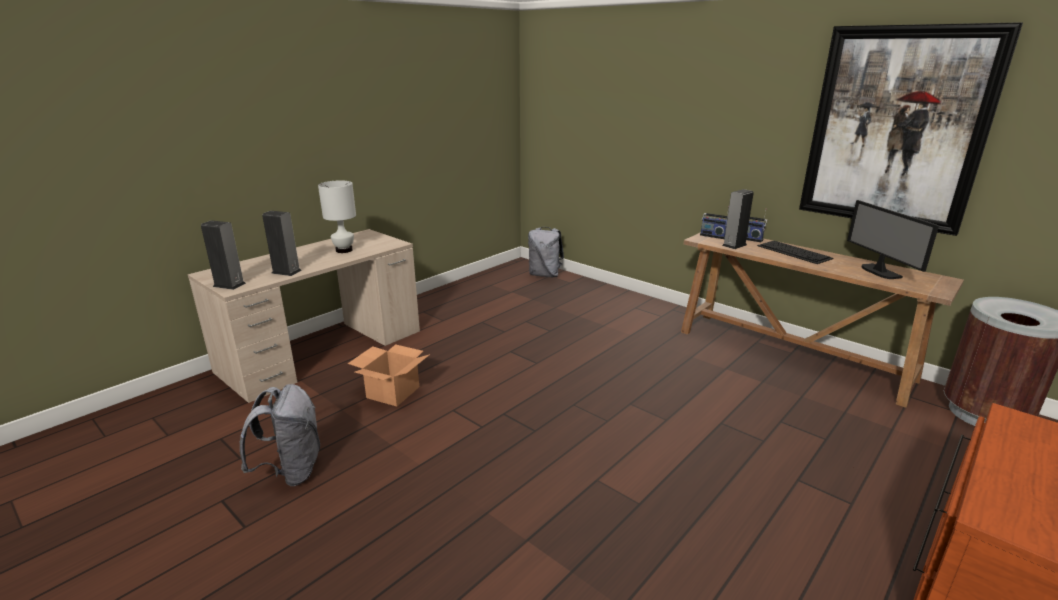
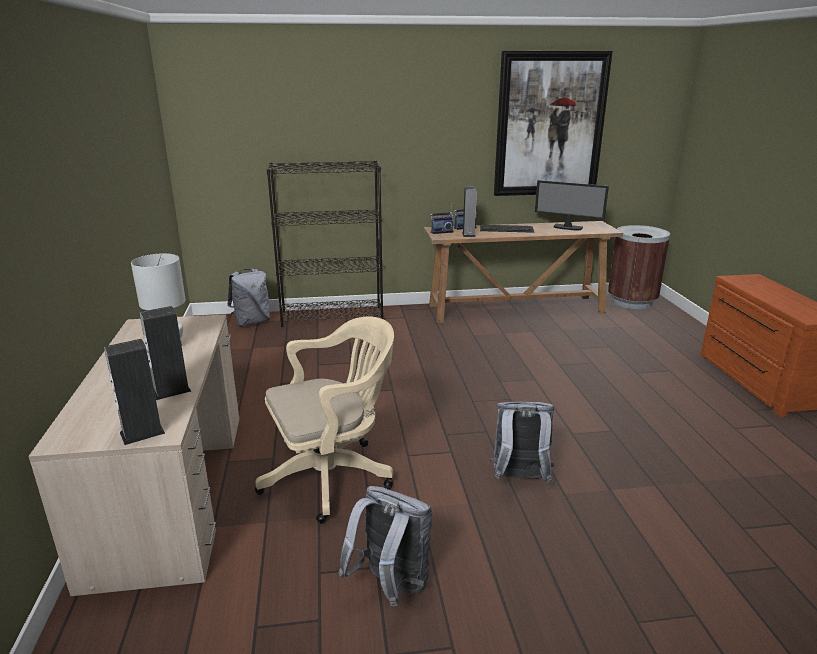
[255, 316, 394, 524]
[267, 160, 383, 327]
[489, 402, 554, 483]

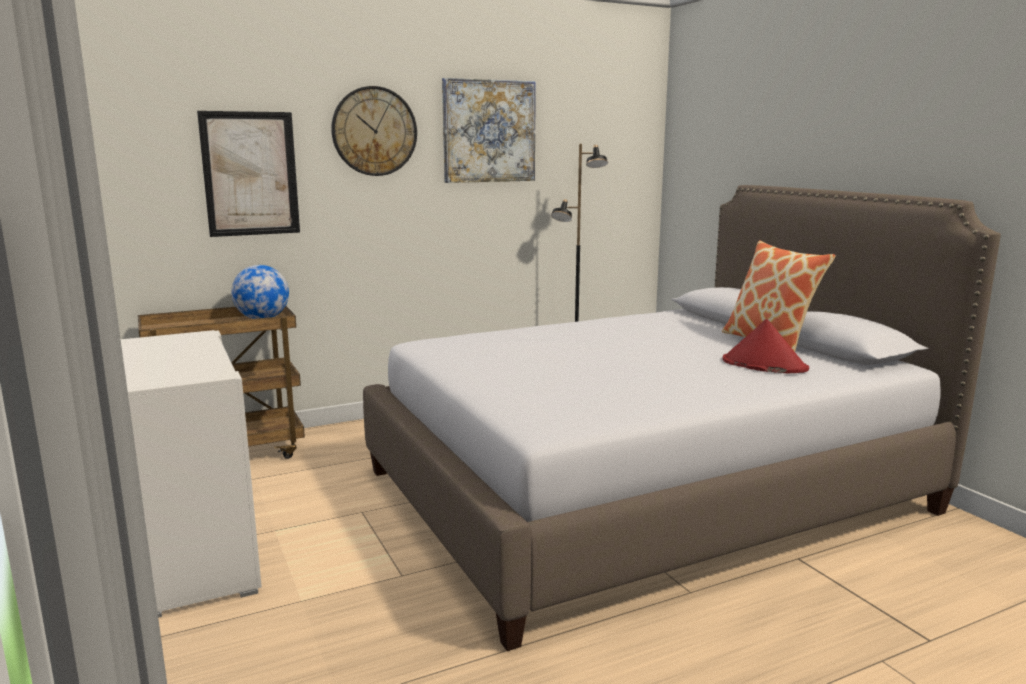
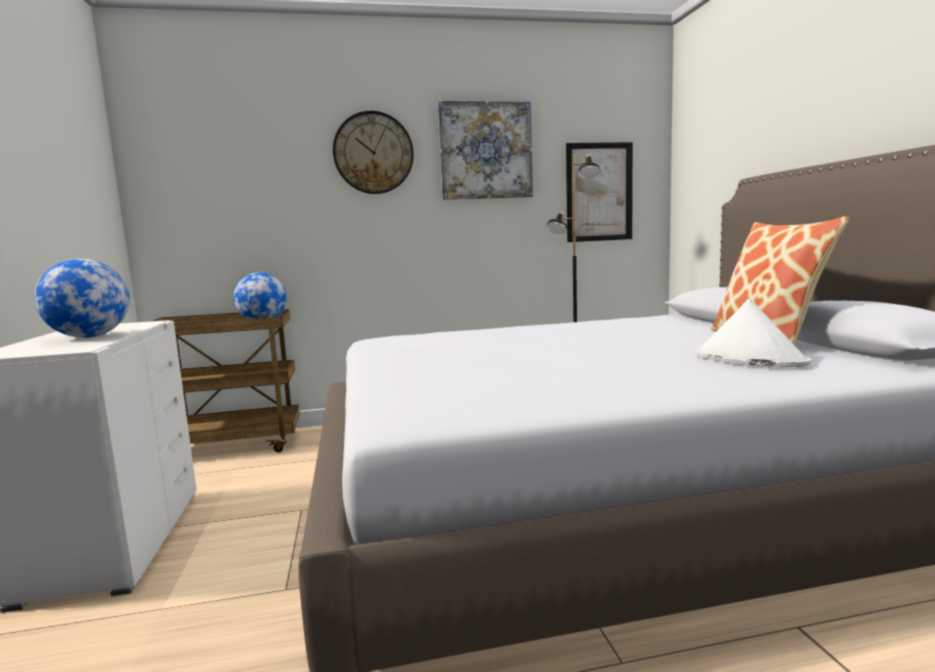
[566, 142, 633, 242]
[695, 299, 812, 367]
[34, 259, 130, 338]

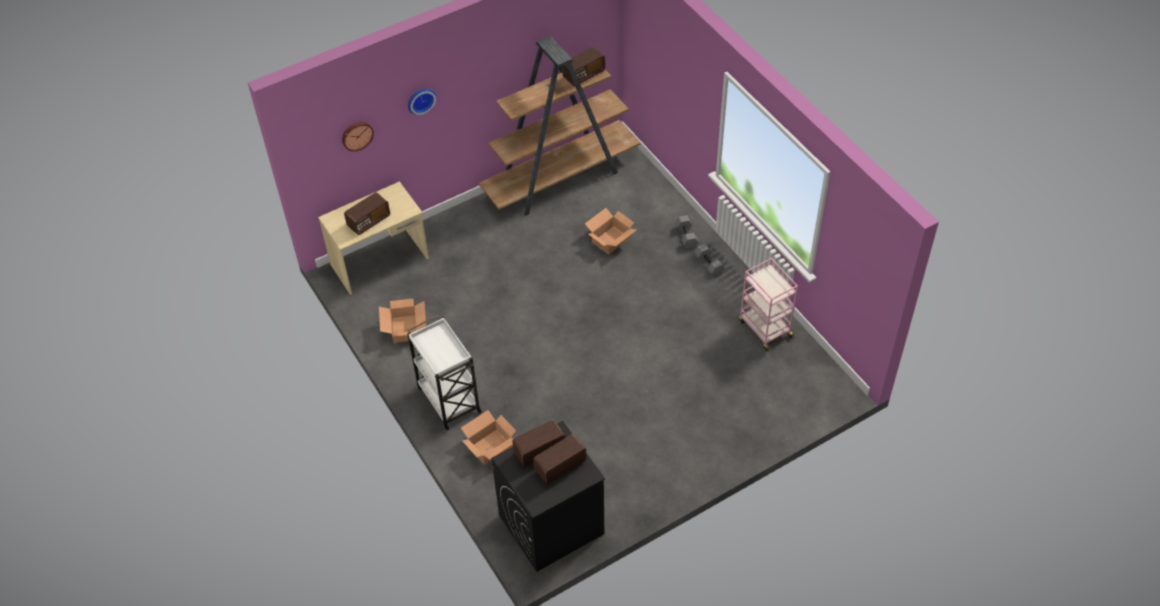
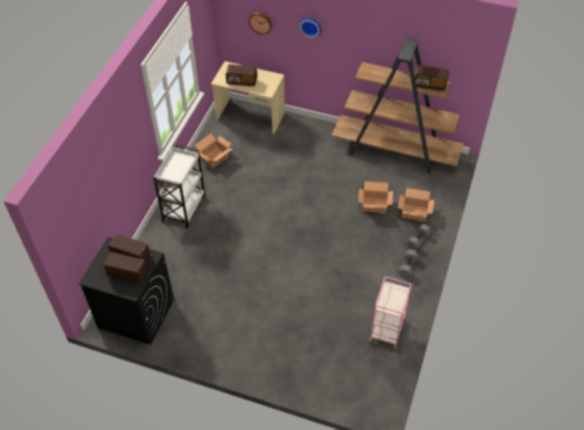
[398, 188, 434, 222]

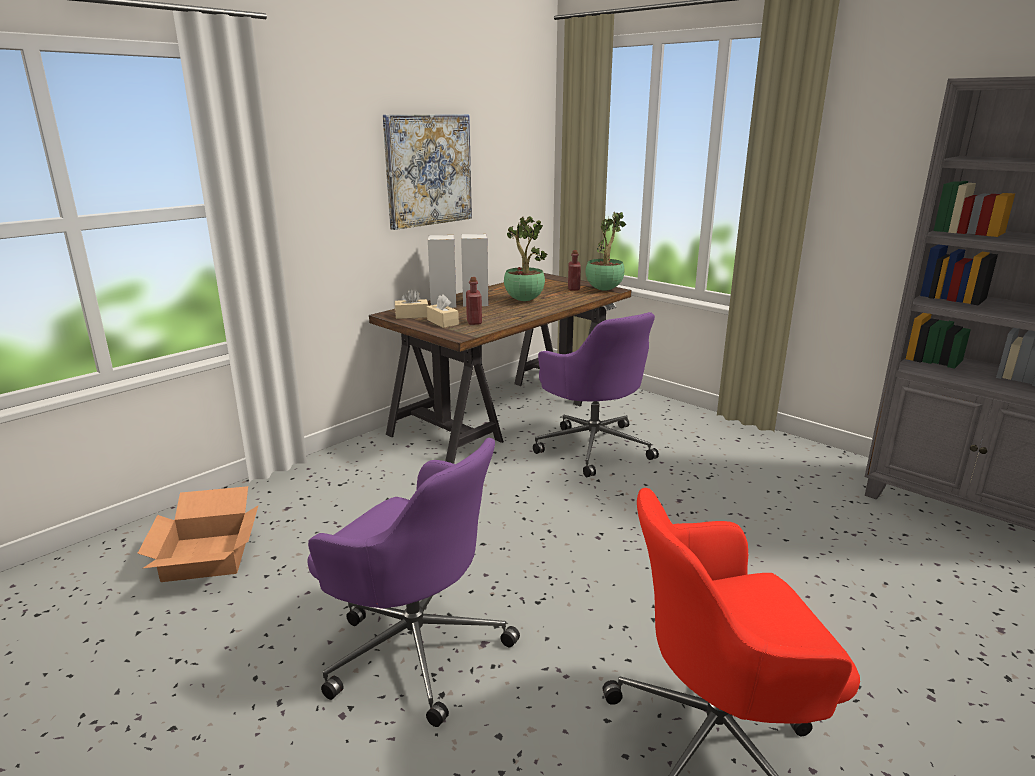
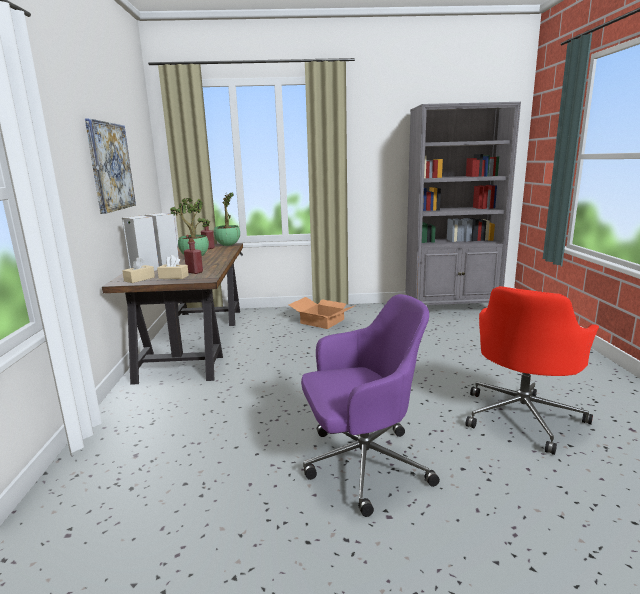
[289, 297, 356, 329]
[533, 312, 659, 477] (first image)

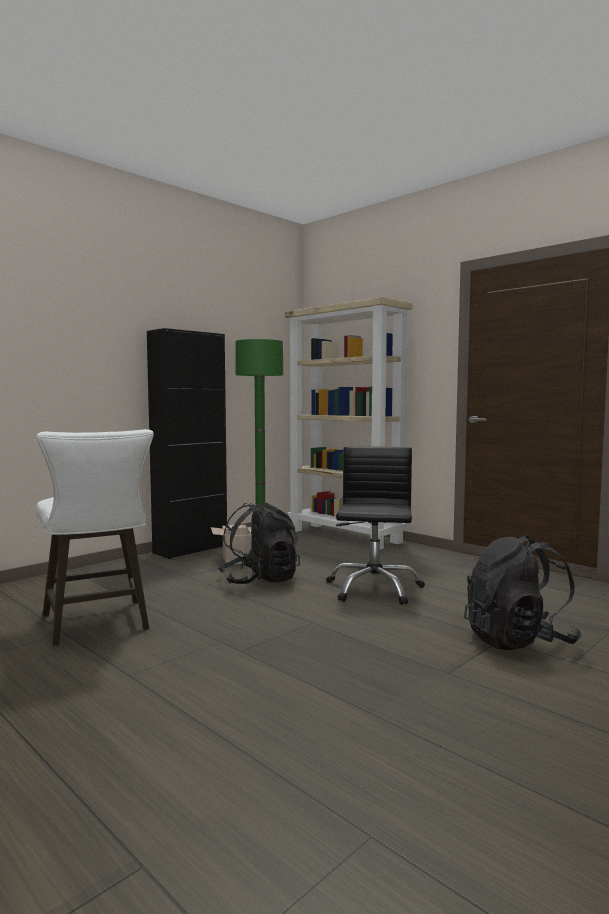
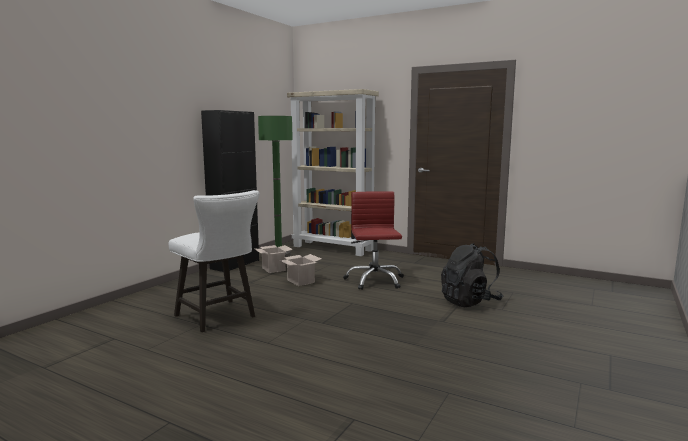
[279, 254, 321, 286]
[343, 191, 404, 290]

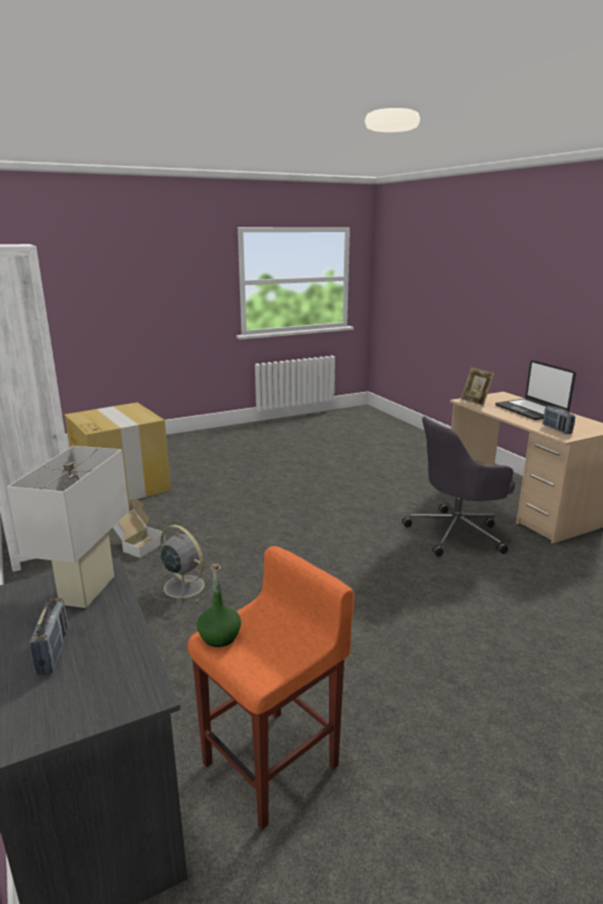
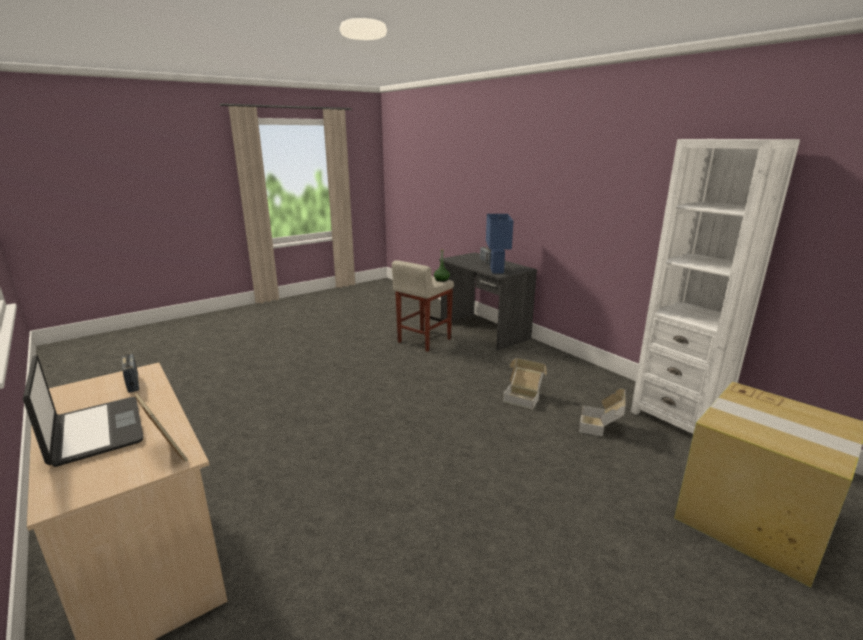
[486, 214, 513, 273]
[503, 358, 547, 410]
[392, 260, 454, 352]
[402, 416, 515, 557] (first image)

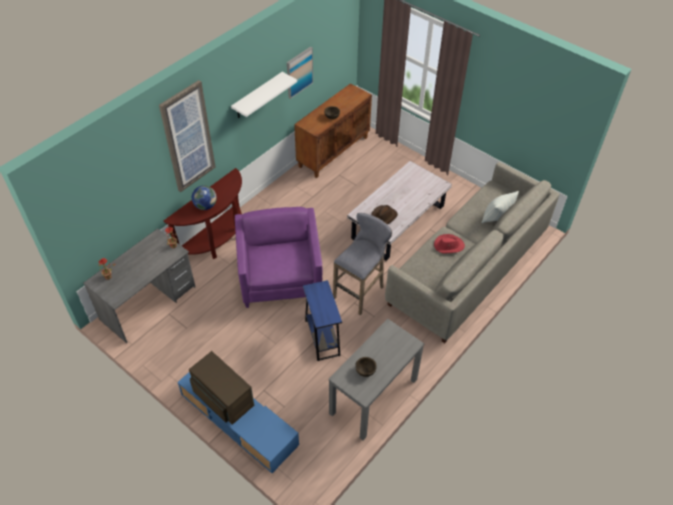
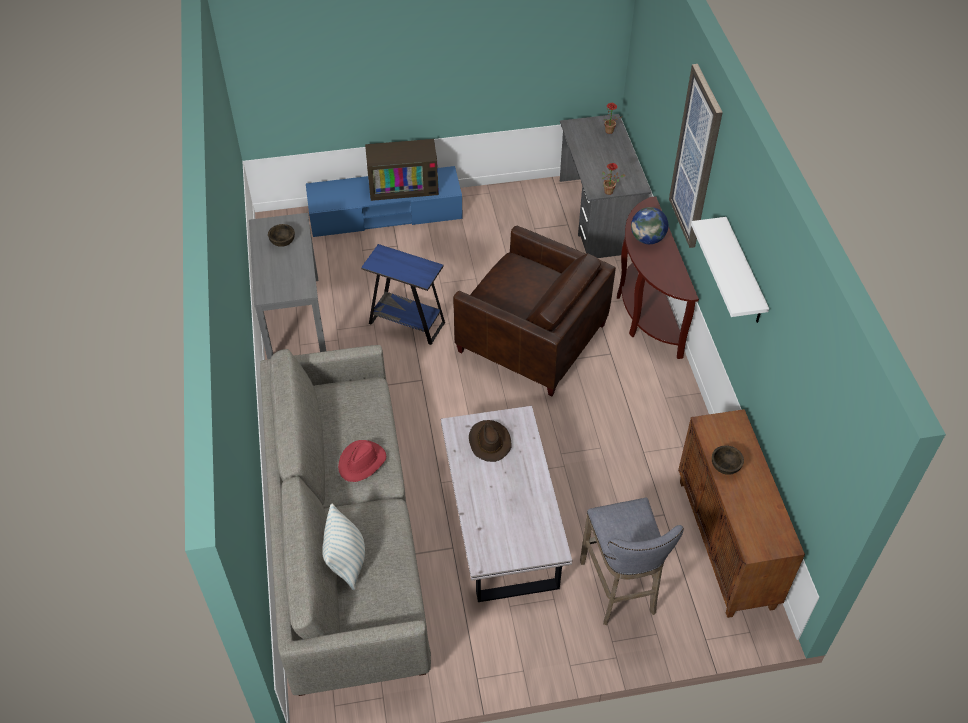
[453, 226, 616, 396]
[287, 47, 313, 99] (first image)
[580, 497, 684, 625]

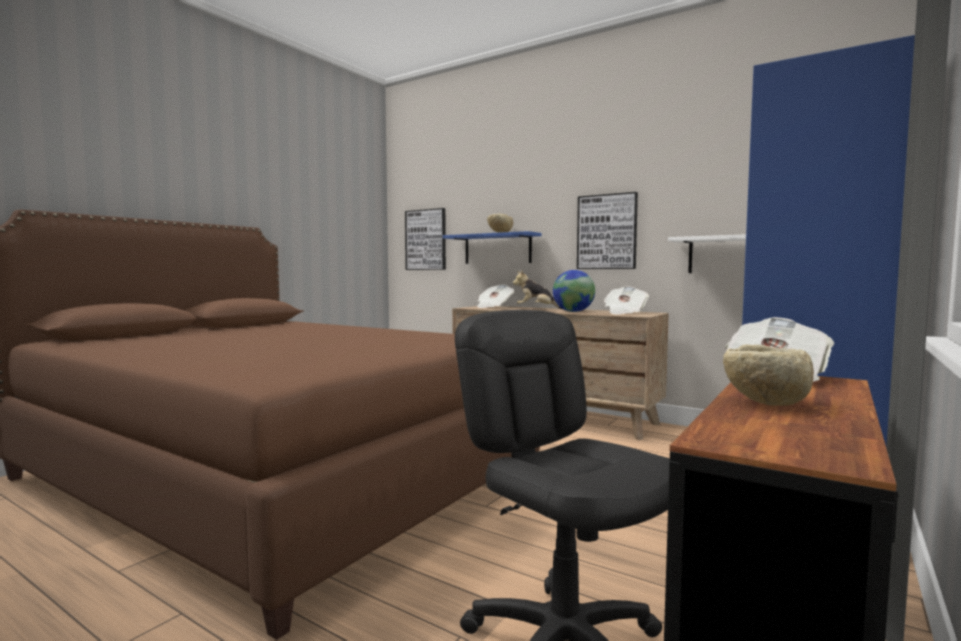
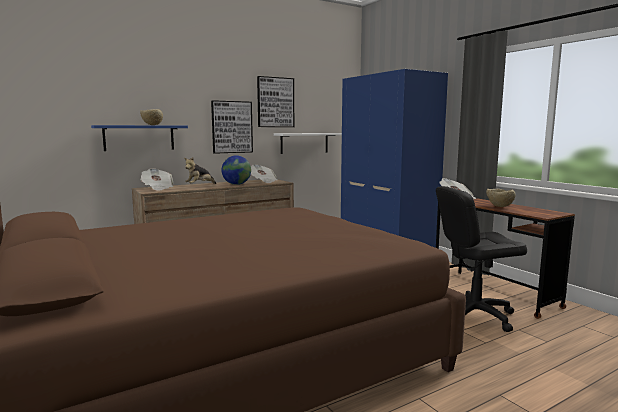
[257, 76, 294, 127]

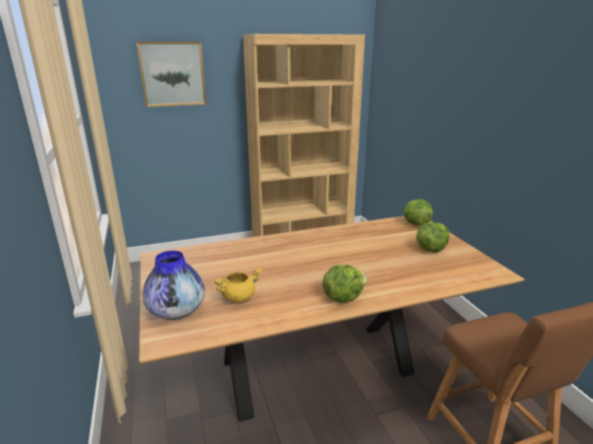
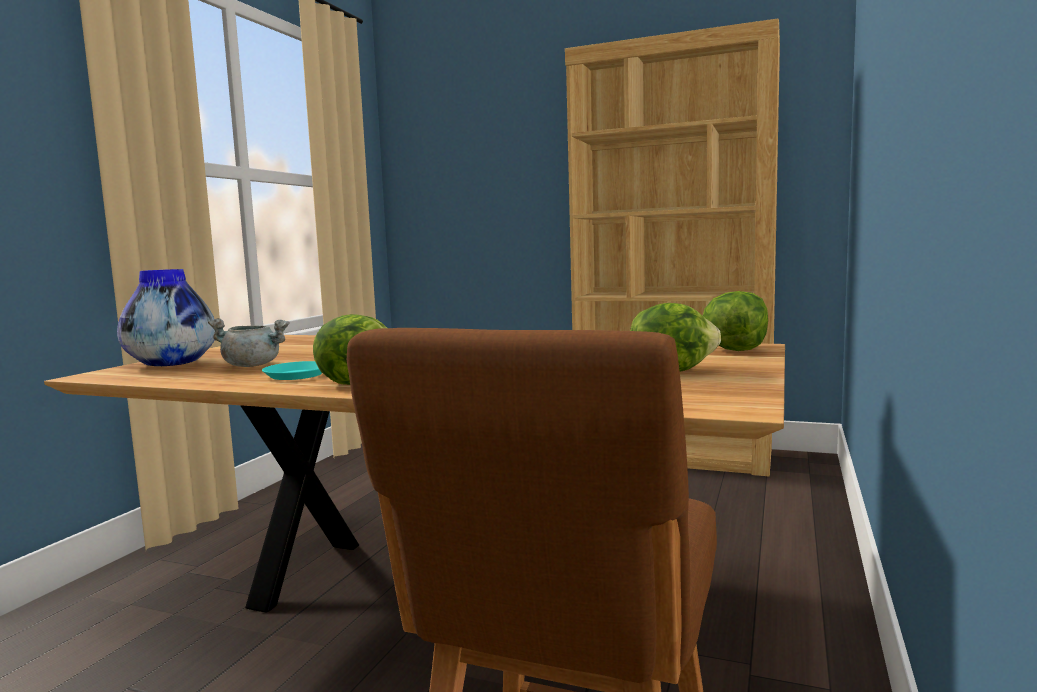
[137, 42, 206, 107] (first image)
[208, 318, 290, 367]
[262, 361, 322, 380]

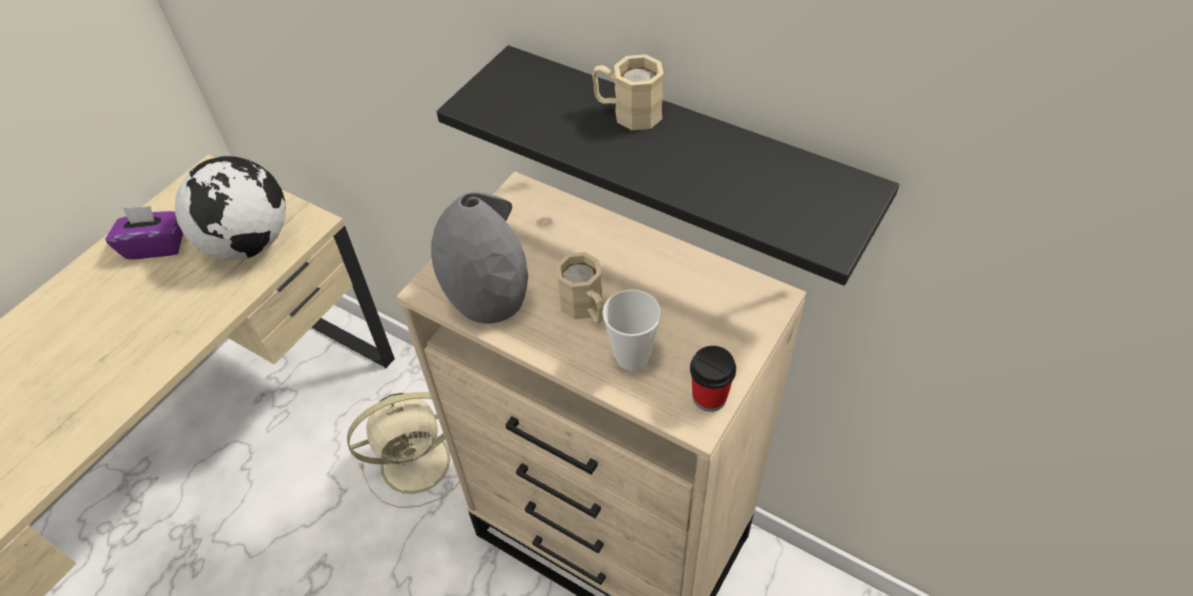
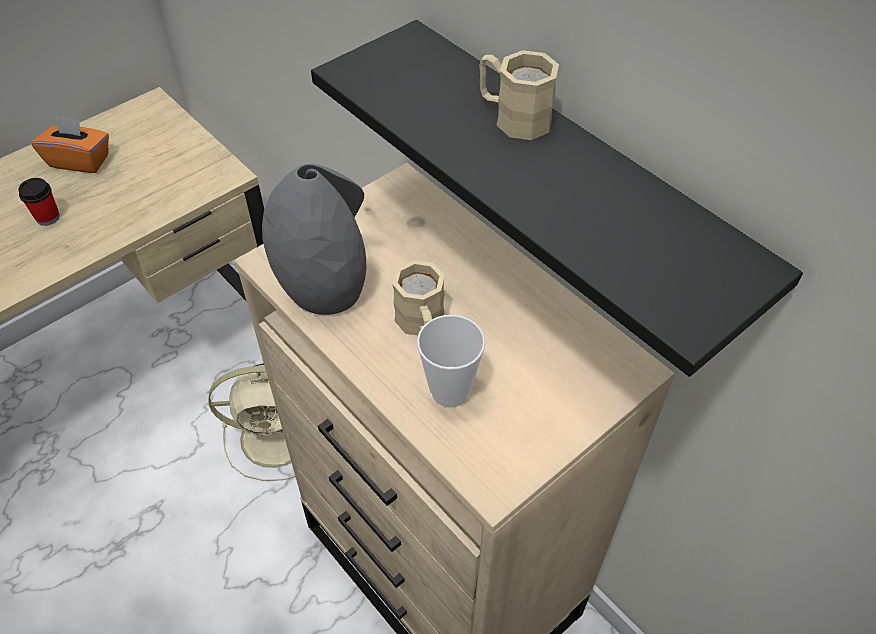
[31, 116, 109, 173]
[175, 156, 286, 260] (first image)
[18, 178, 60, 226]

